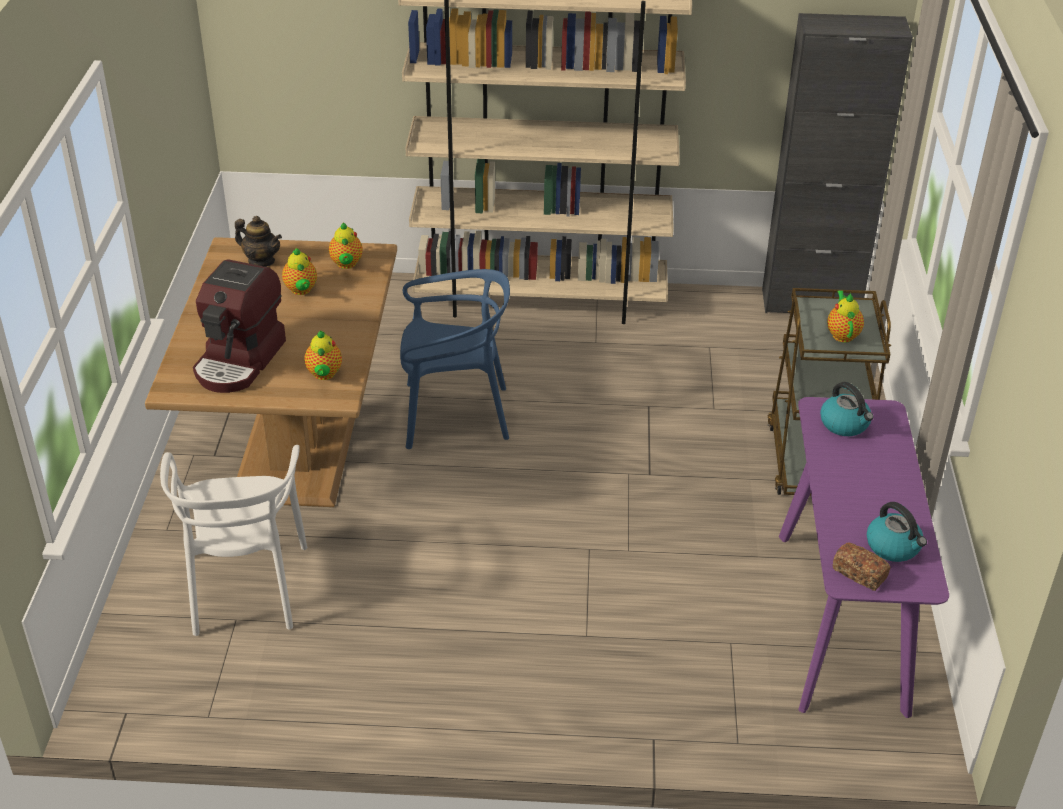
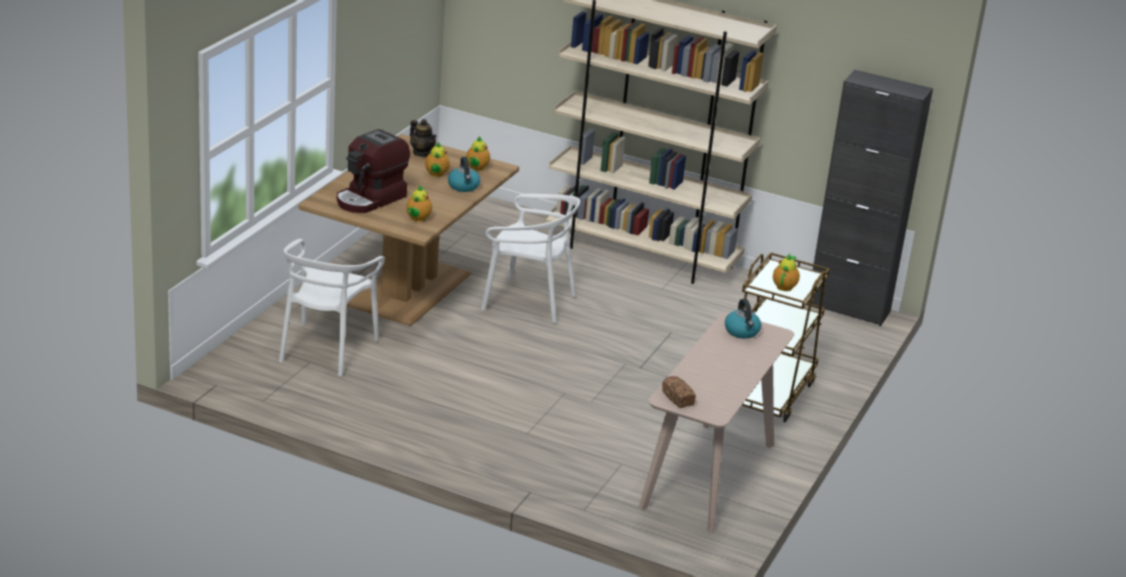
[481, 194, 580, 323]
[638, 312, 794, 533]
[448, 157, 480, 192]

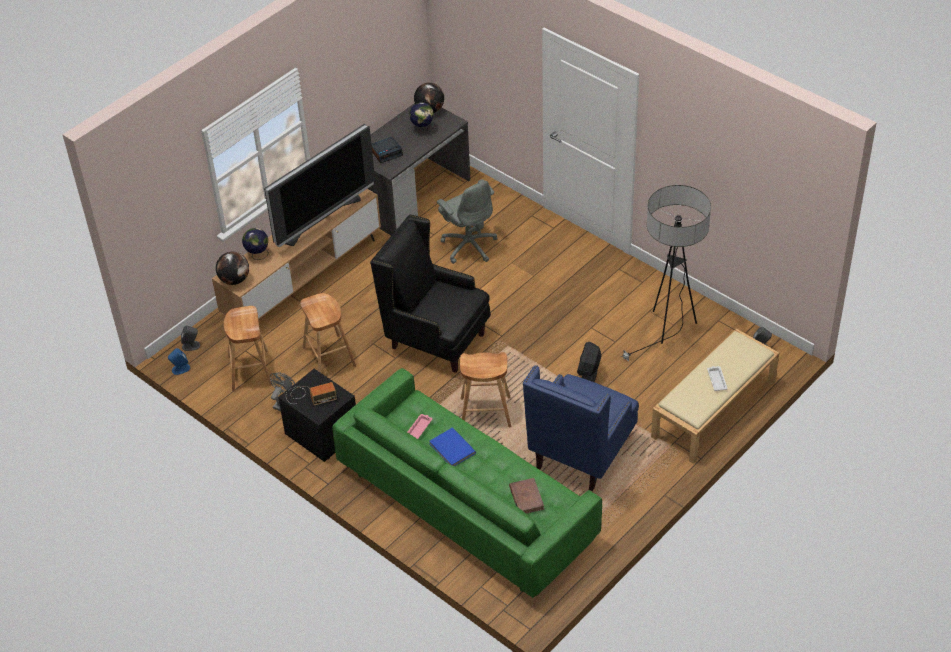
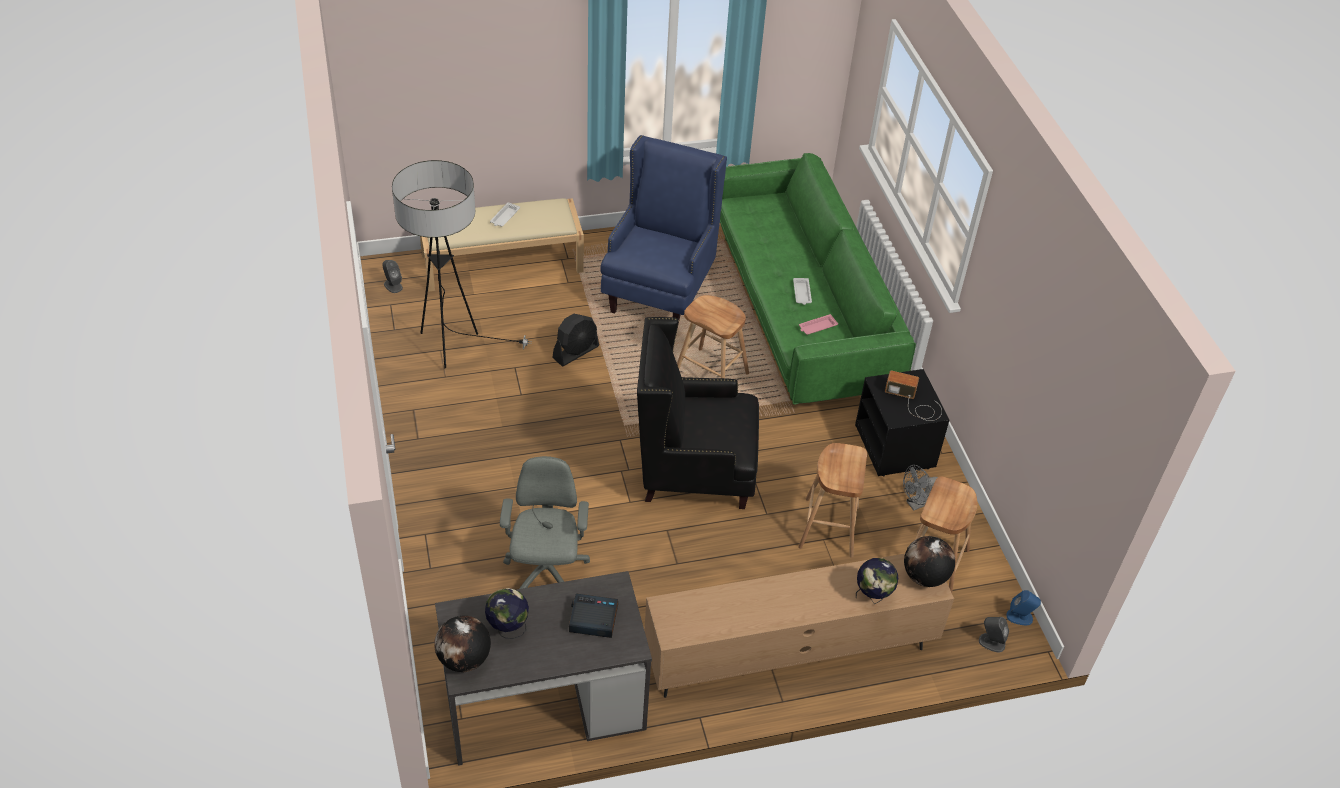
[264, 124, 375, 247] (first image)
[637, 317, 759, 509]
[793, 278, 812, 305]
[509, 478, 544, 514] (first image)
[600, 135, 727, 324]

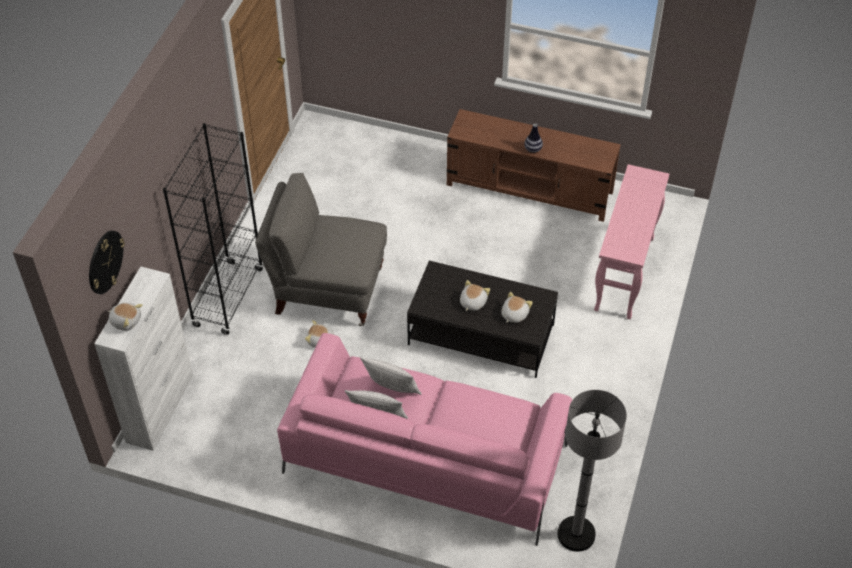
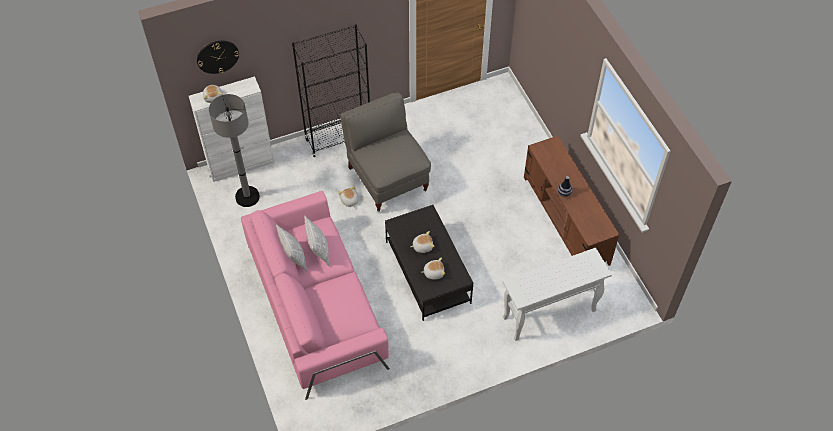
[209, 94, 260, 207]
[503, 248, 612, 341]

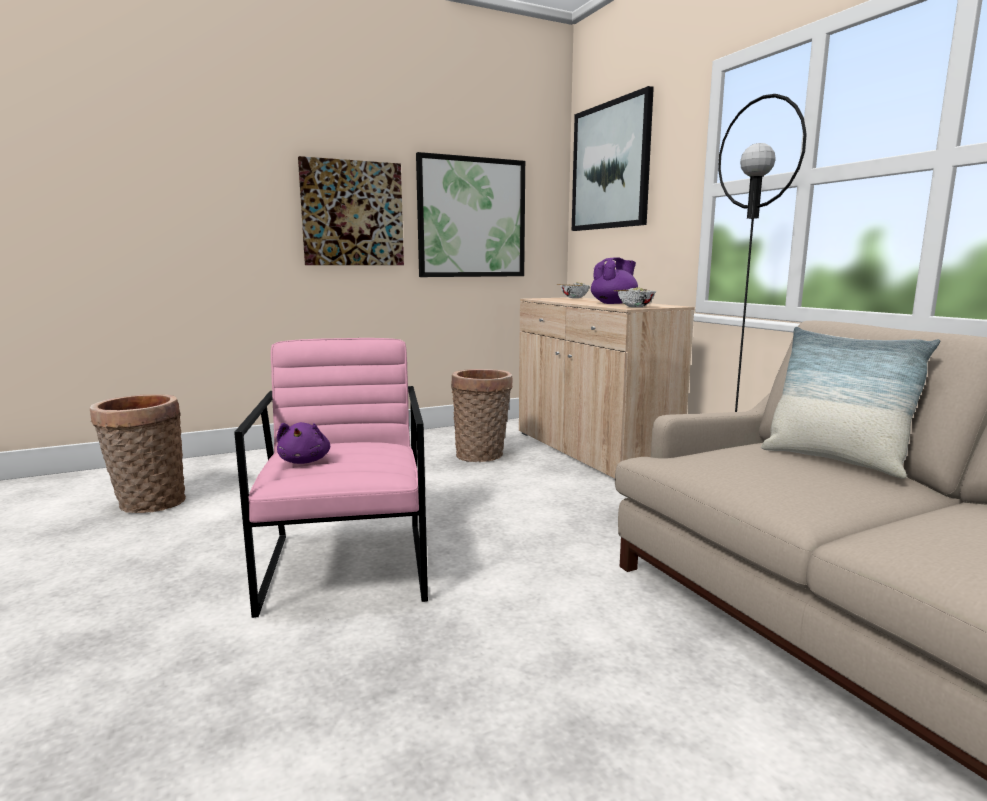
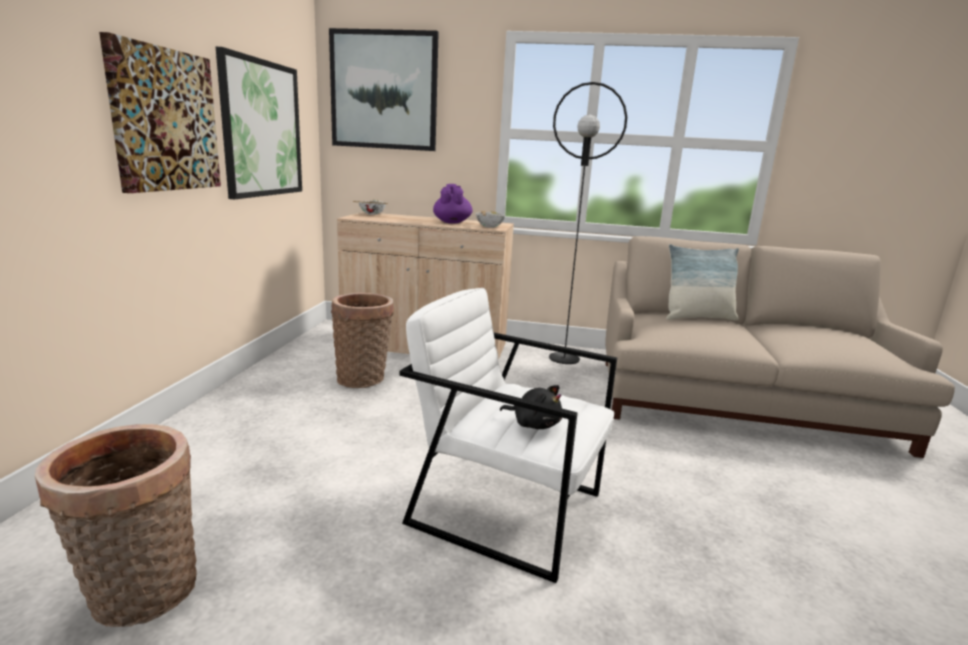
[399, 288, 617, 583]
[500, 385, 562, 429]

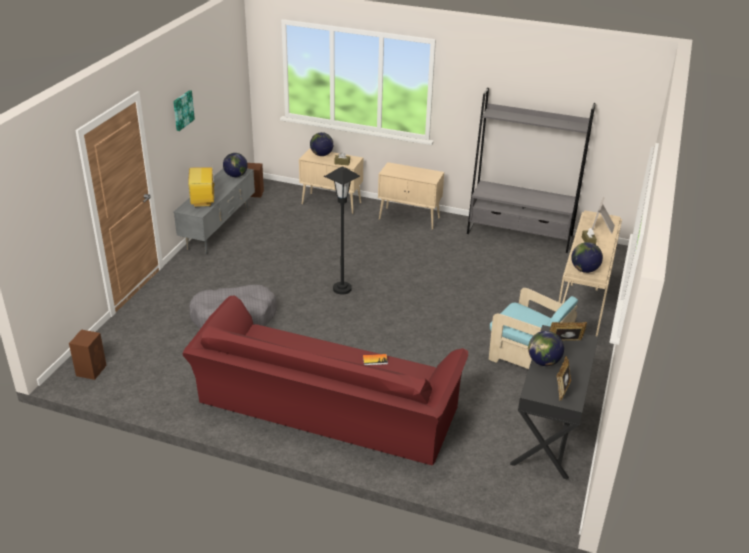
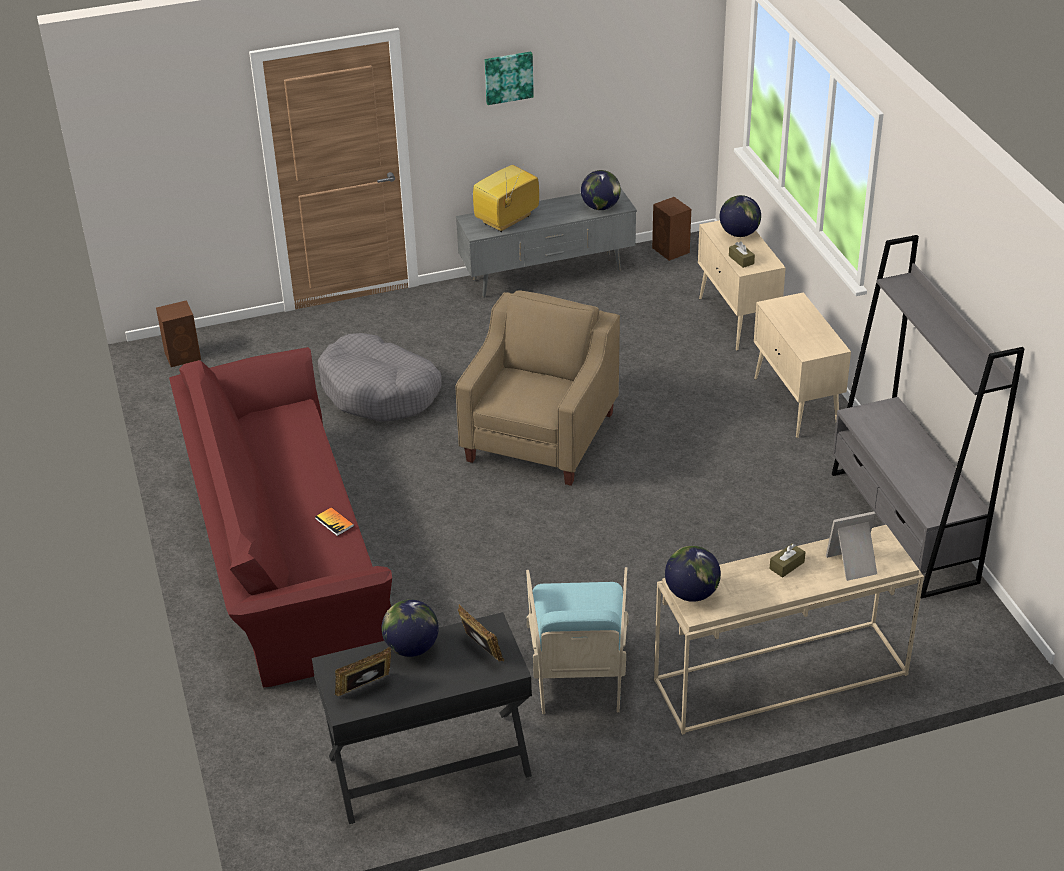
[456, 290, 620, 486]

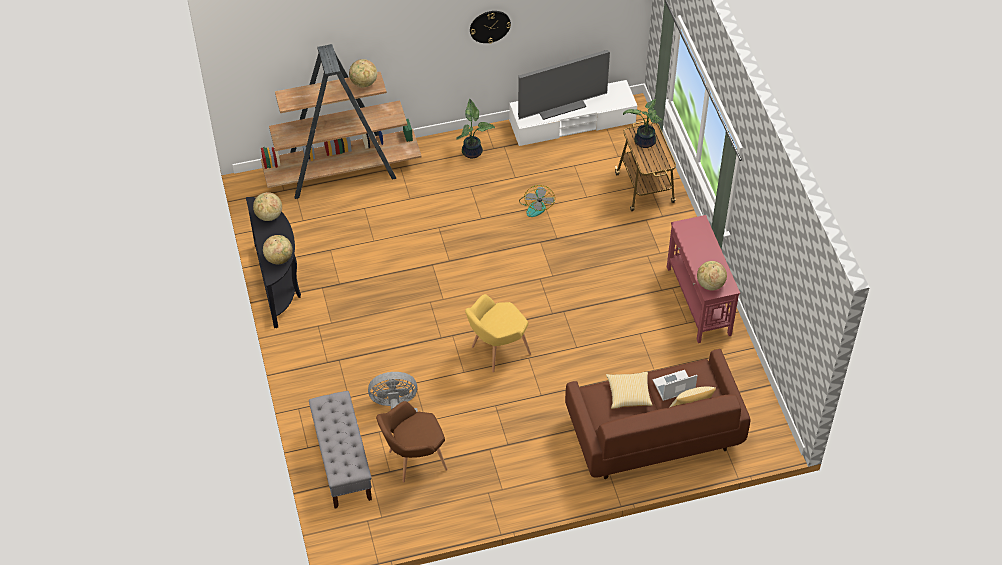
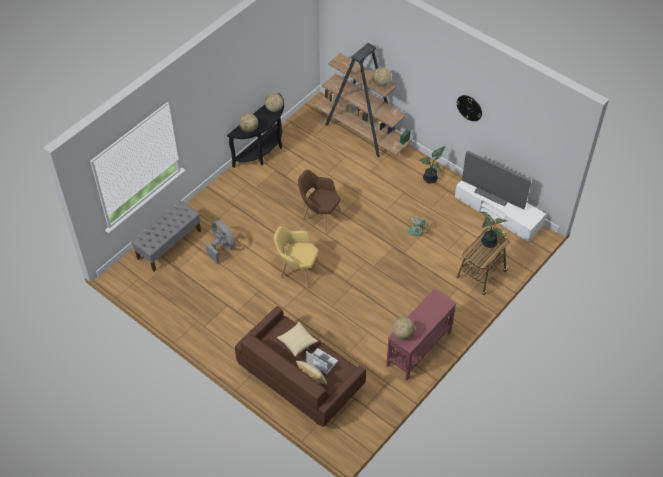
[298, 170, 342, 233]

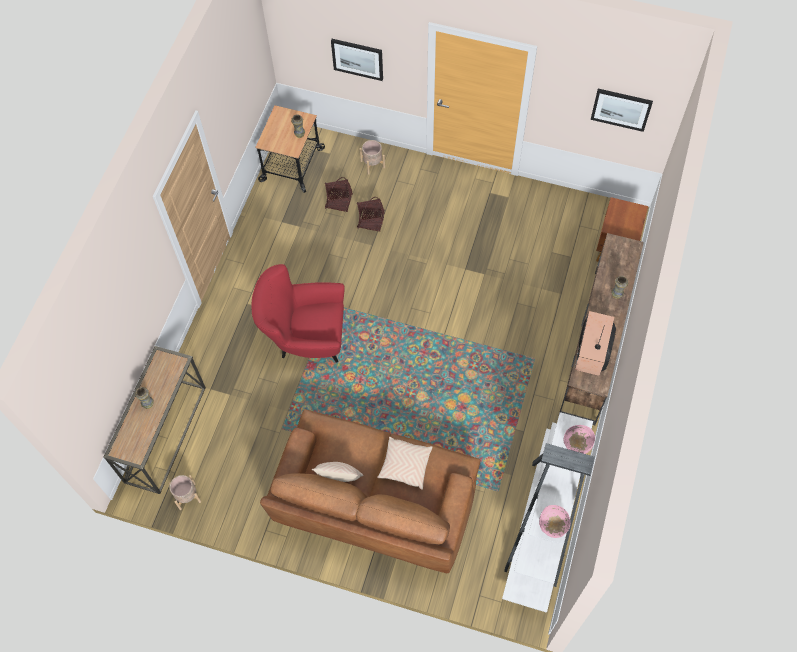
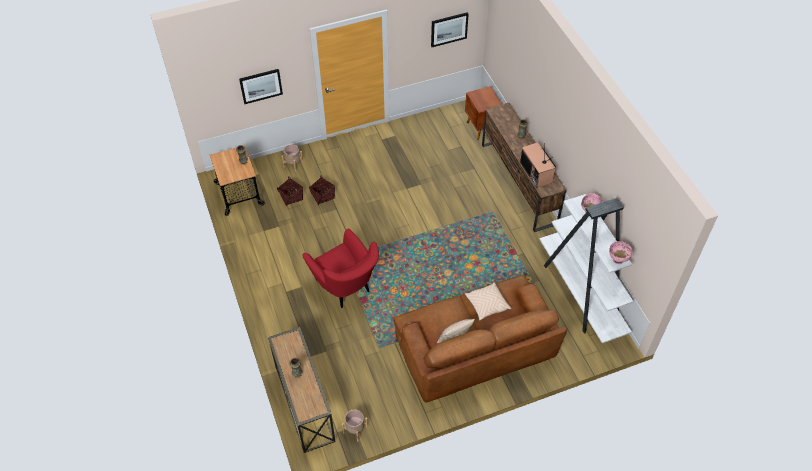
[302, 229, 379, 308]

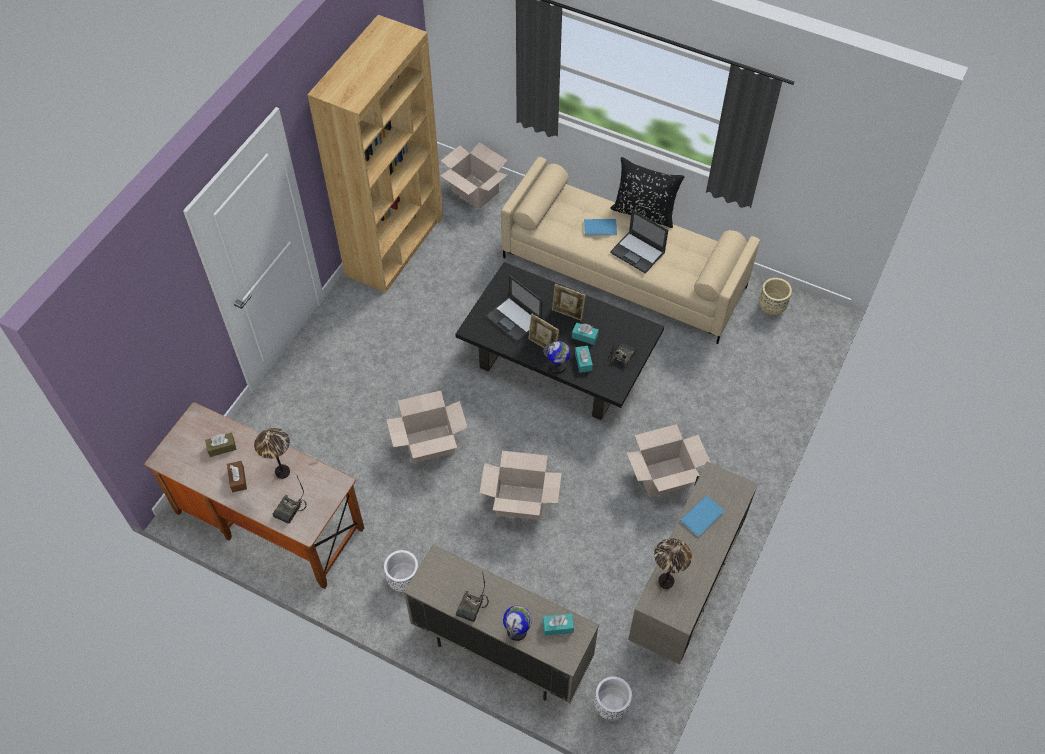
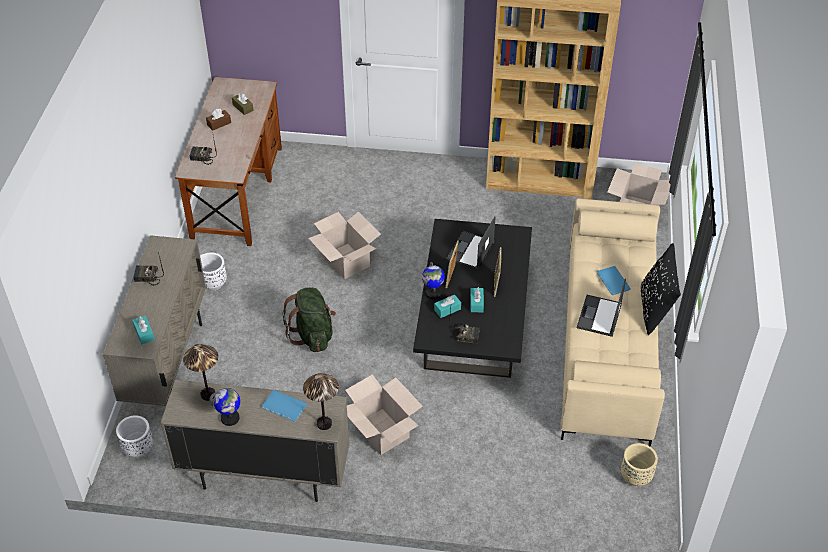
[303, 373, 339, 430]
[282, 288, 336, 352]
[209, 388, 240, 426]

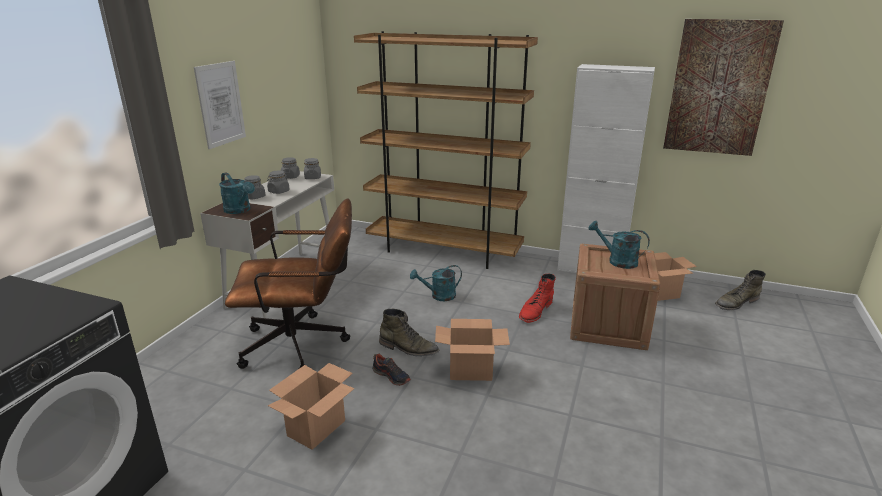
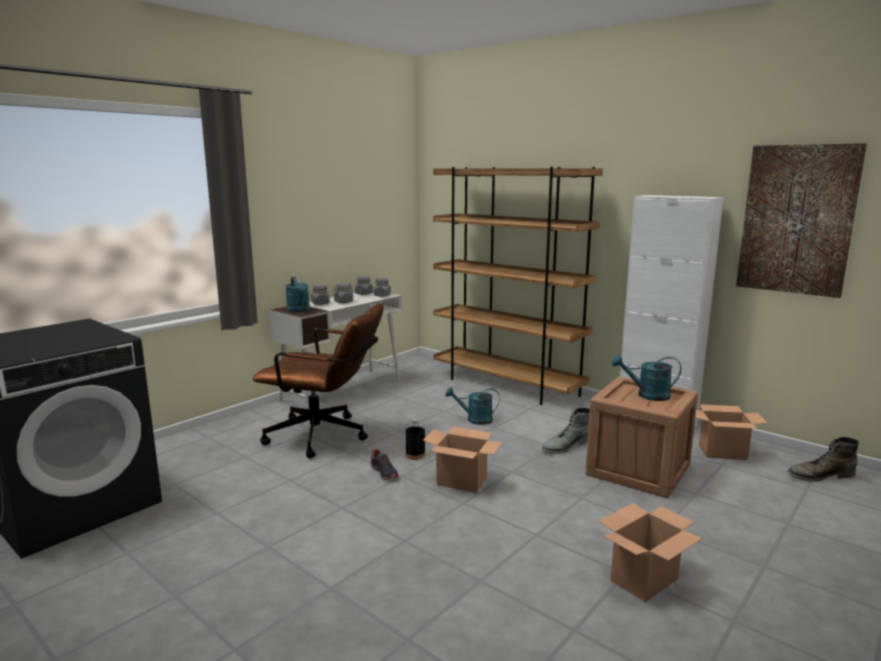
[194, 61, 246, 149] (first image)
[599, 503, 702, 602]
[406, 418, 425, 460]
[542, 408, 590, 454]
[612, 354, 681, 401]

